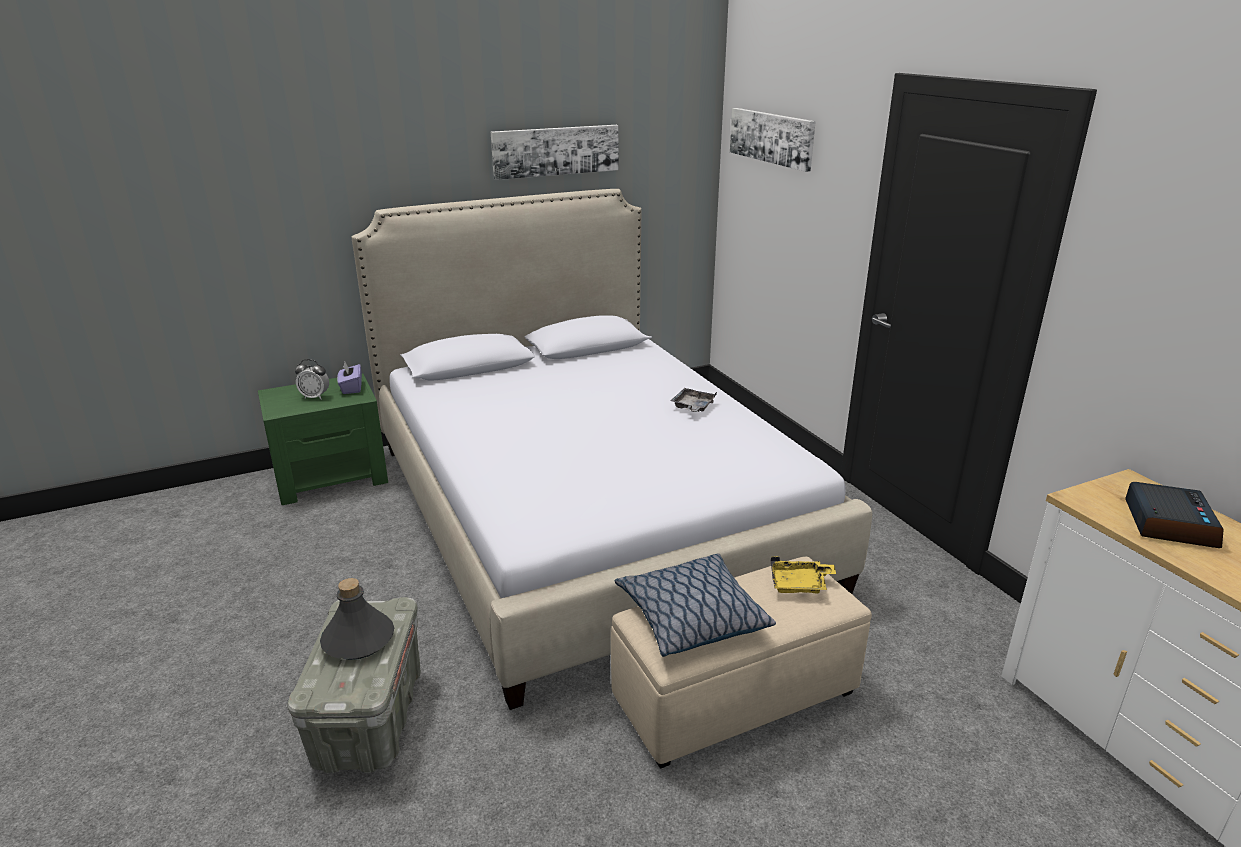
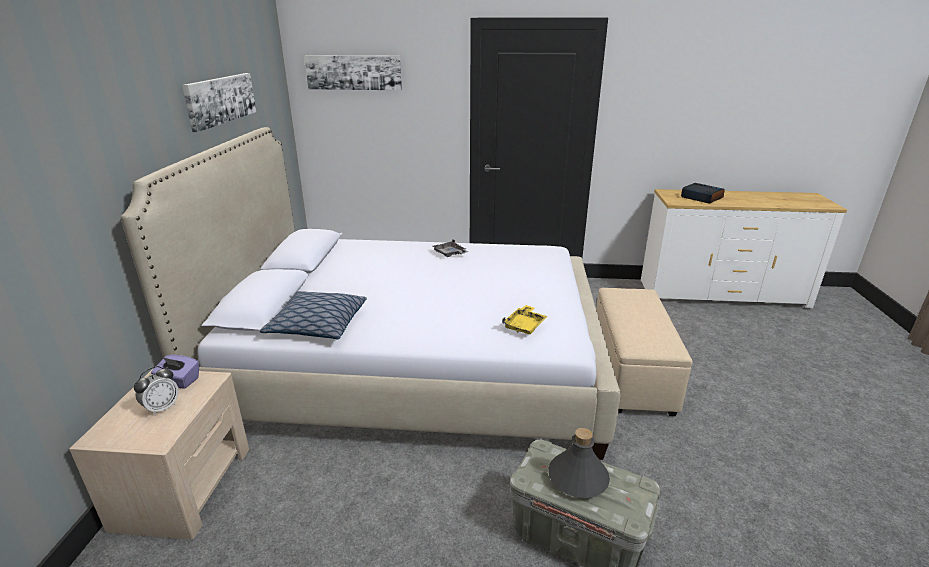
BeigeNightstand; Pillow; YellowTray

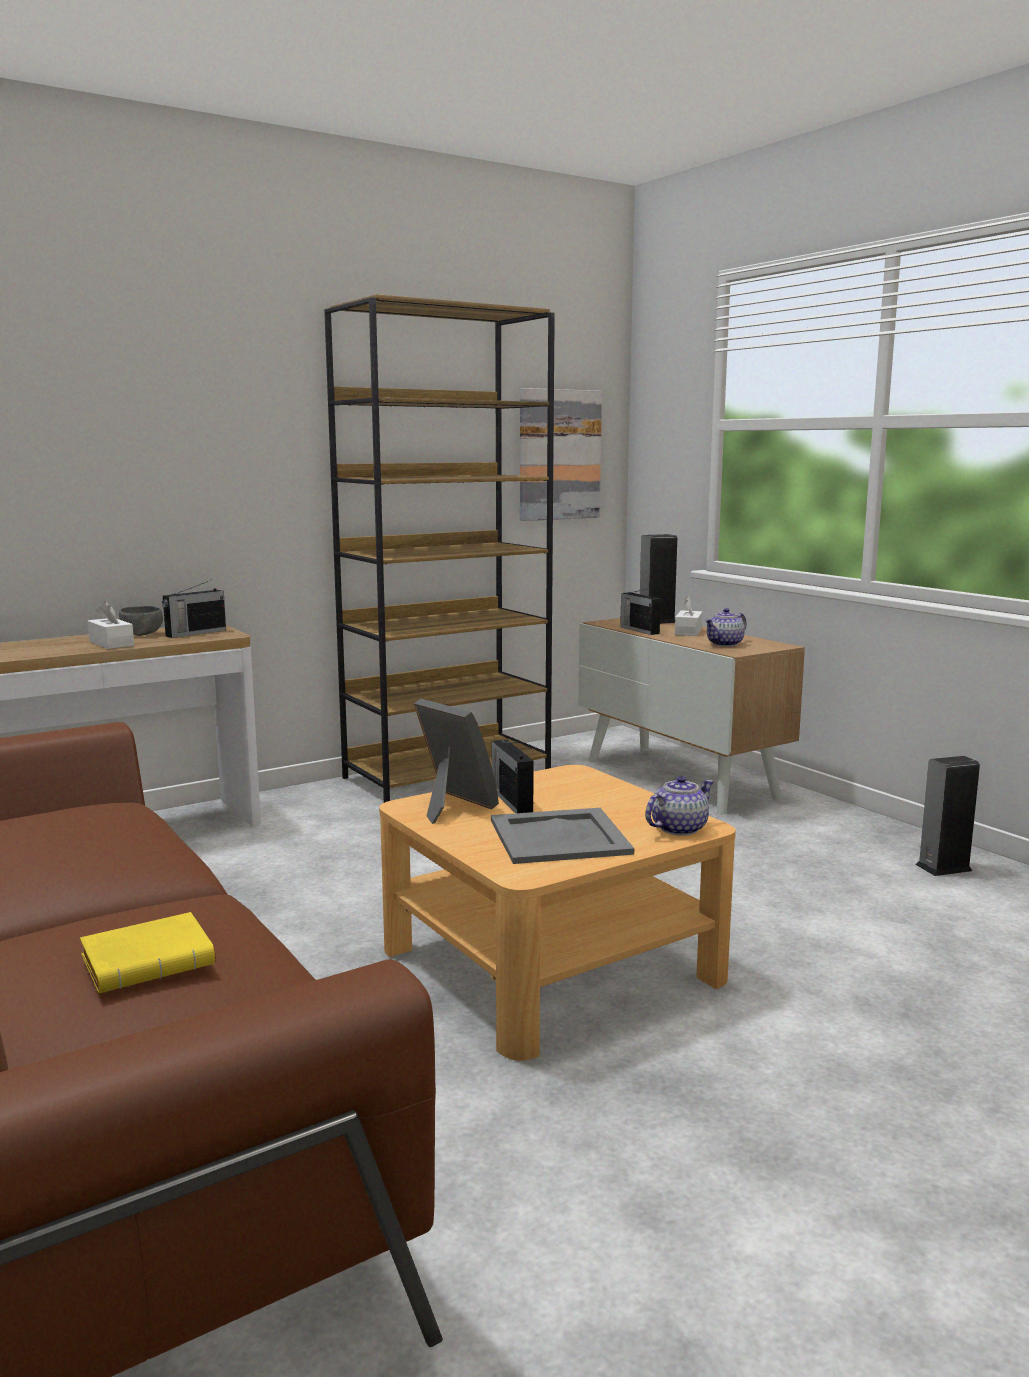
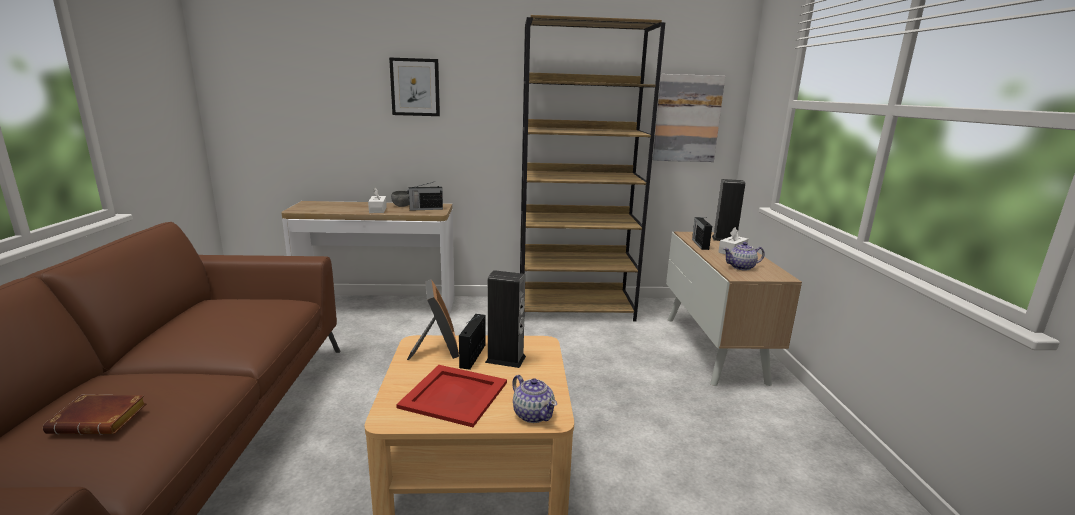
BrownBook; RedTray; Teapot (1st from left); Speaker (1st from left); Picture (1st from left)

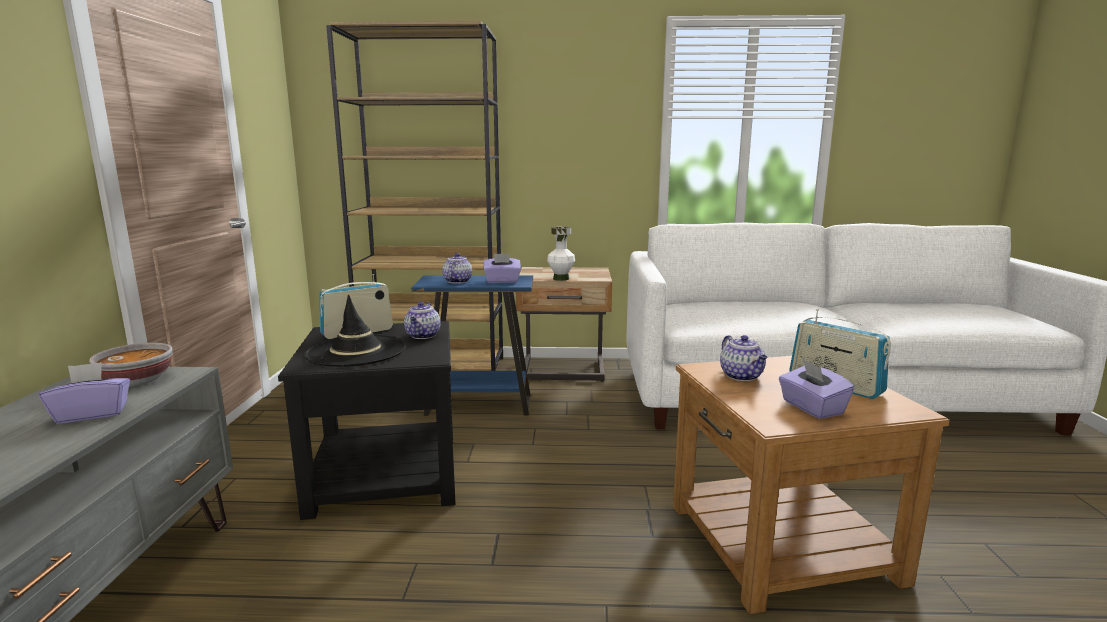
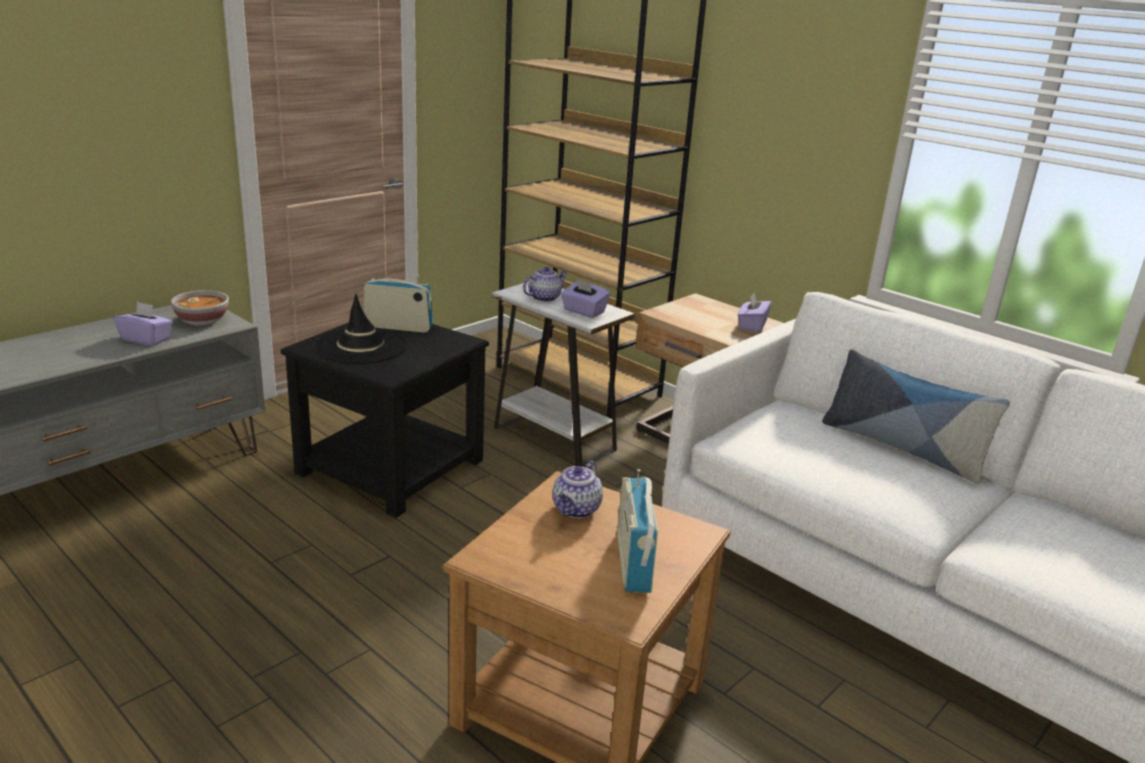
Teapot (1st from left in the first image); WhiteSideTable; WhiteVase; PurpleTissueBox (3rd from left); Pillow

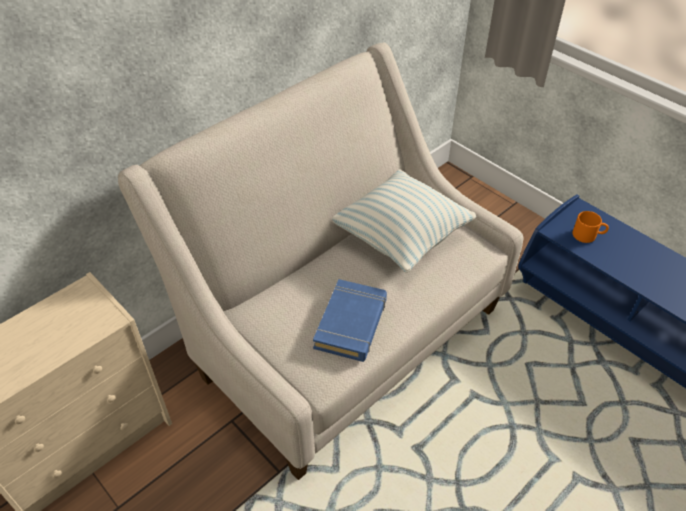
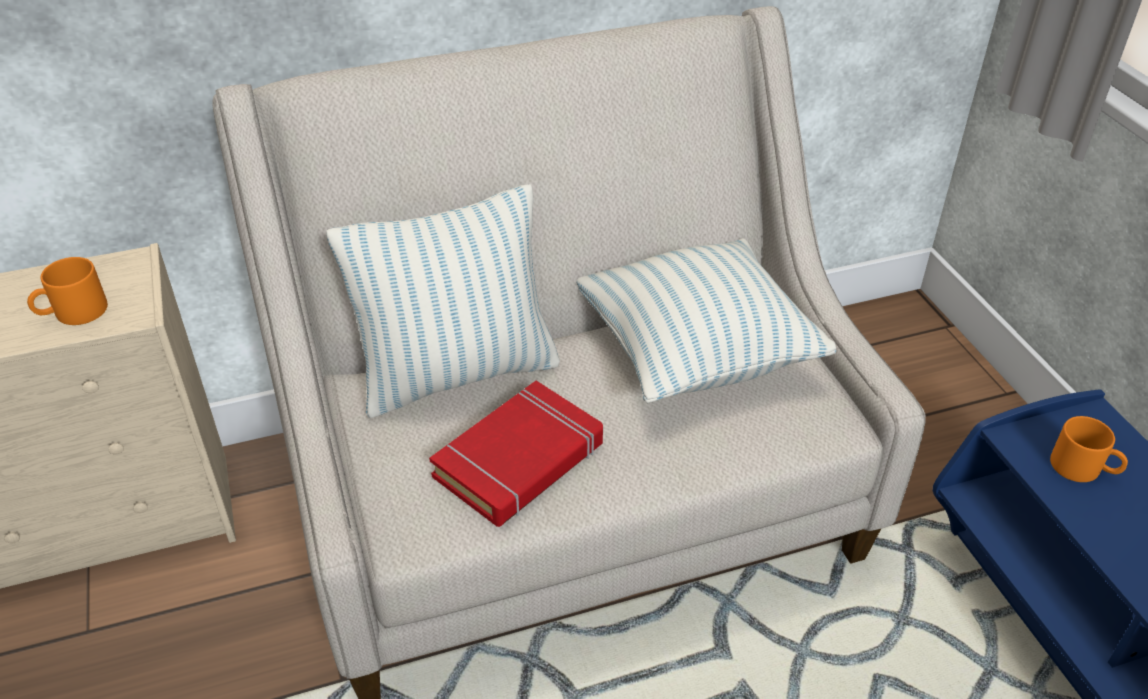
RedBook; OrangeMug (1st from left); Pillow (1st from left)

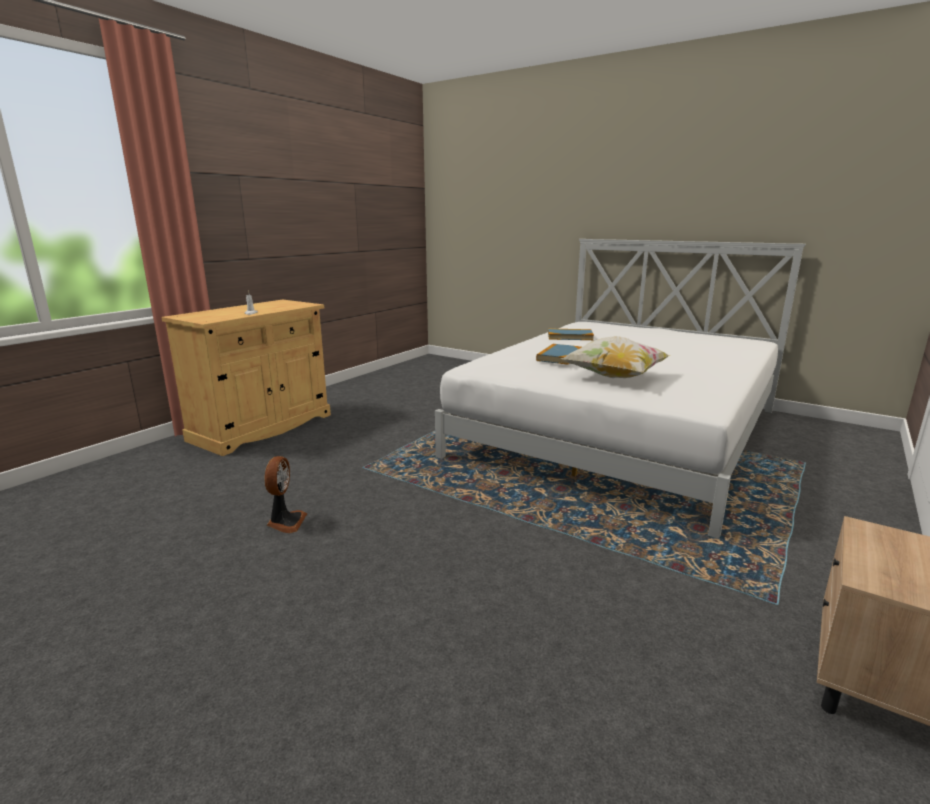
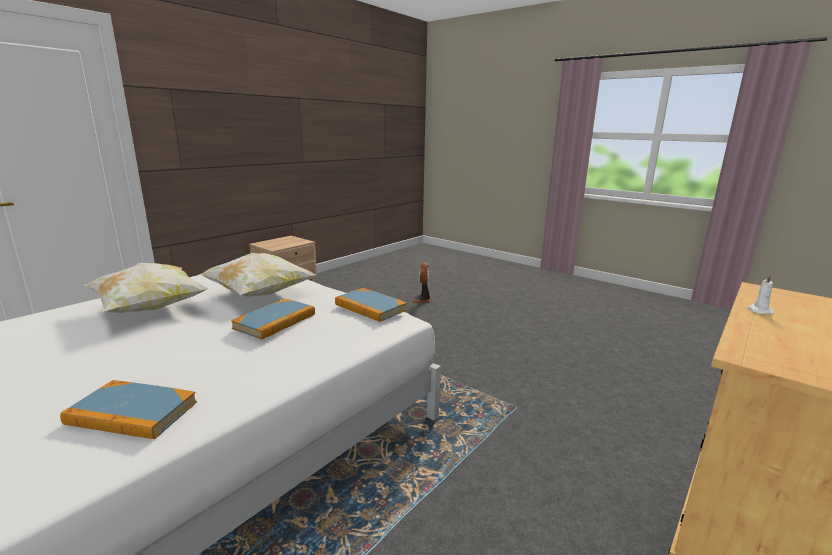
Fan; Pillow (1st from left); Book (3rd from left)

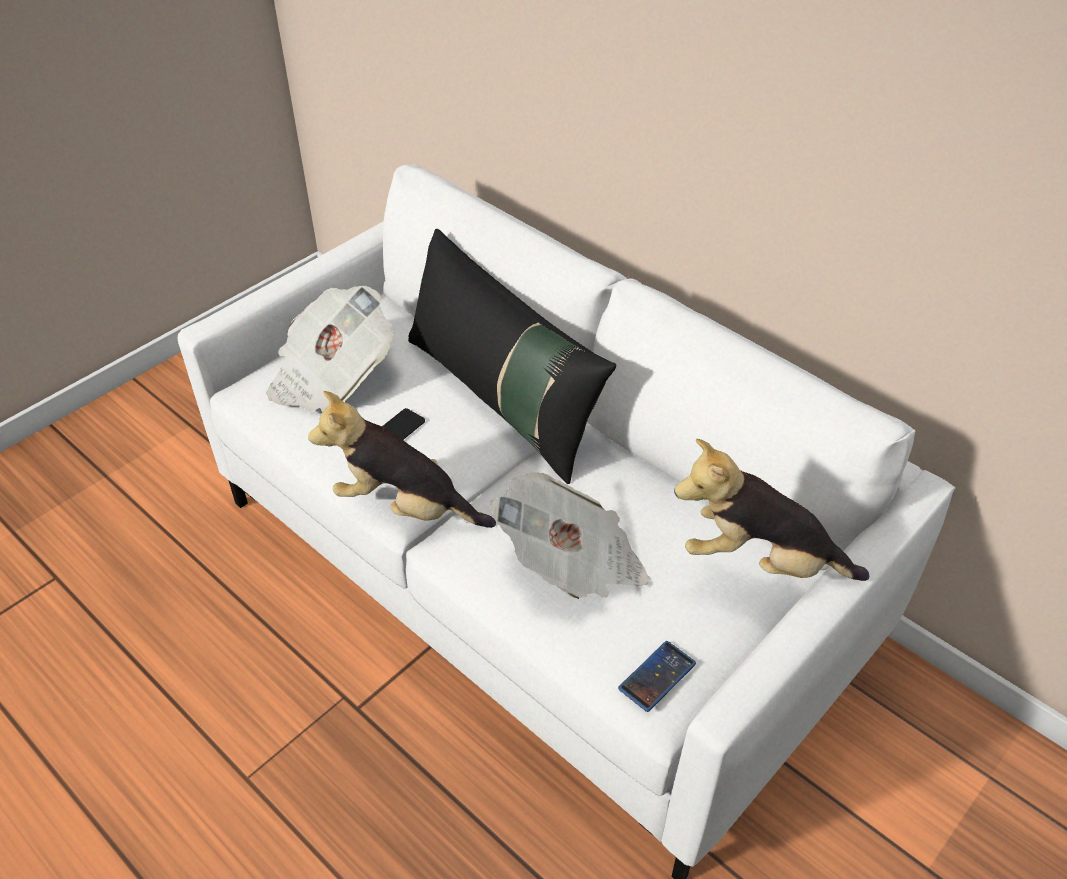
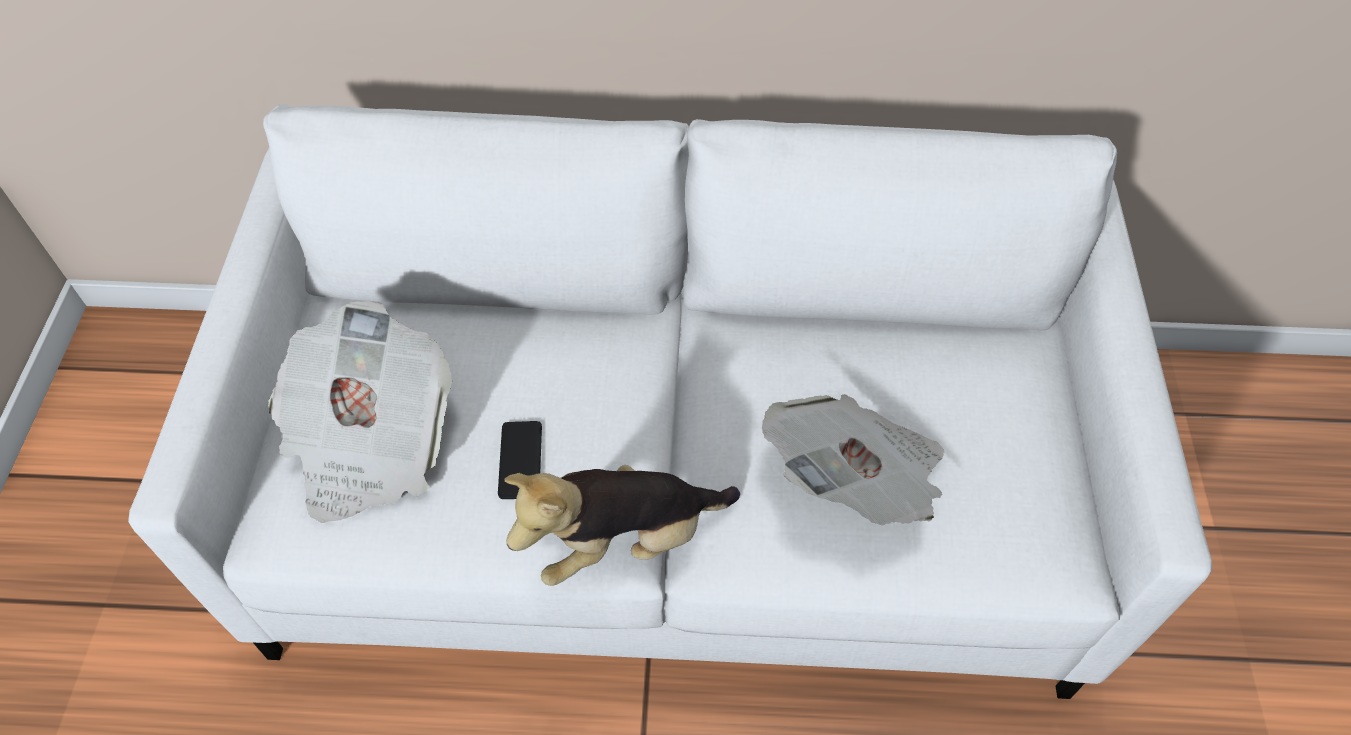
BlackPillow; Phone (2nd from left in the first image); PlushToy (2nd from left in the first image)

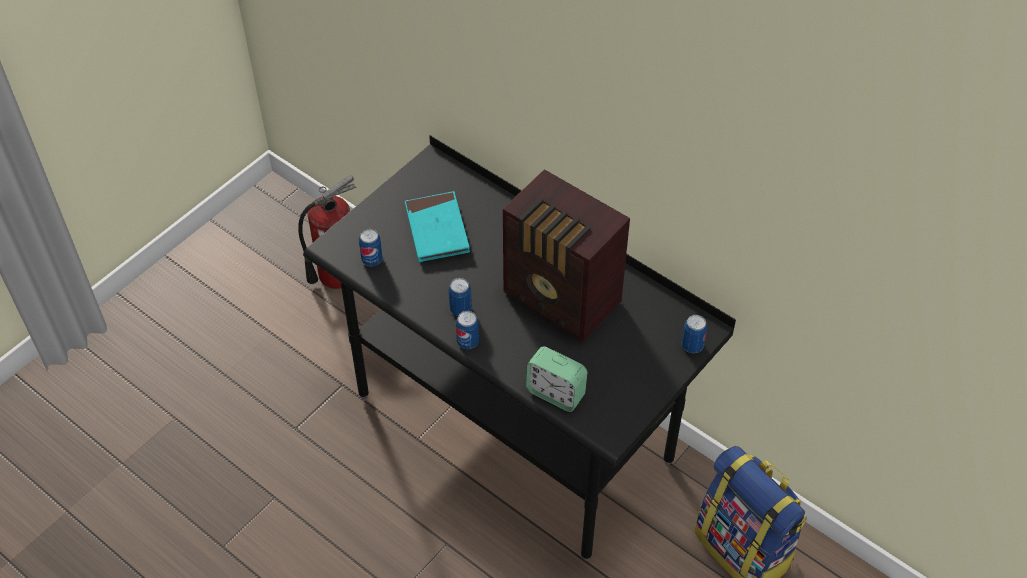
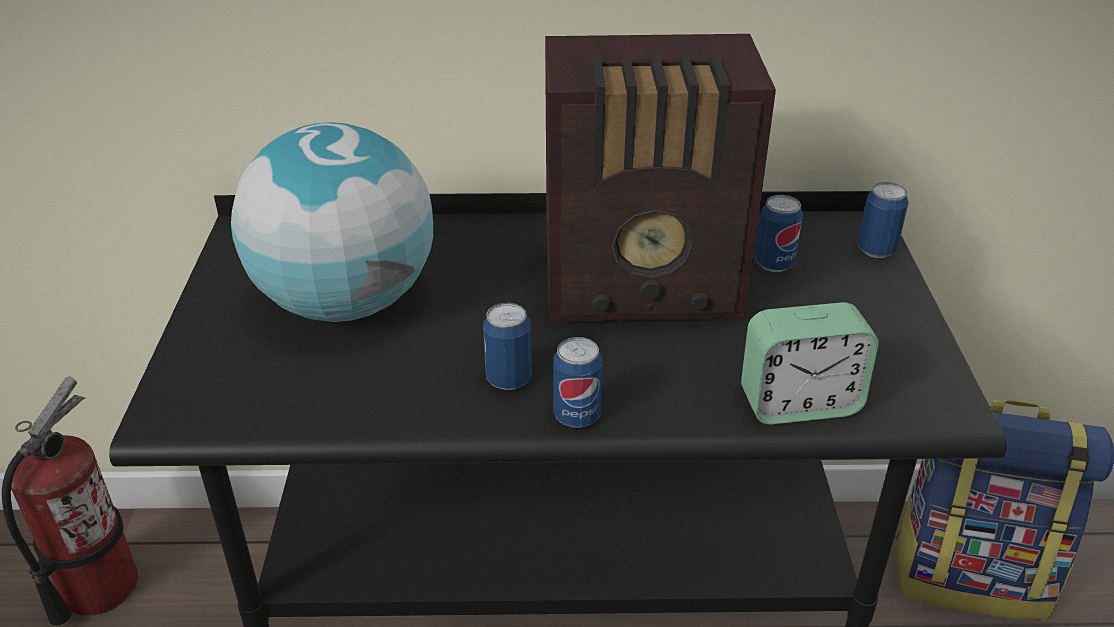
Can (3rd from left); Globe

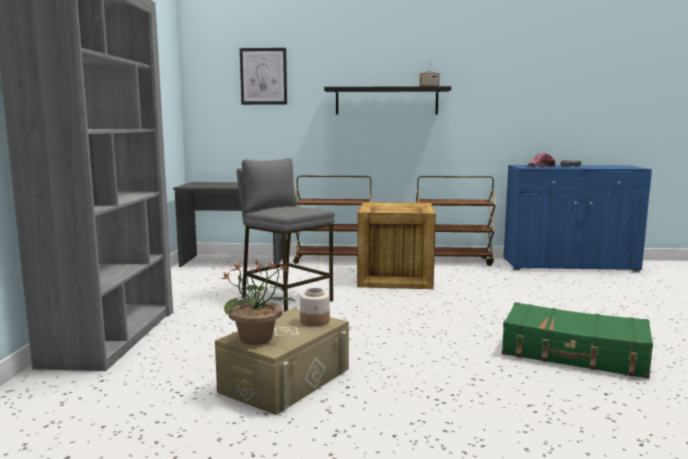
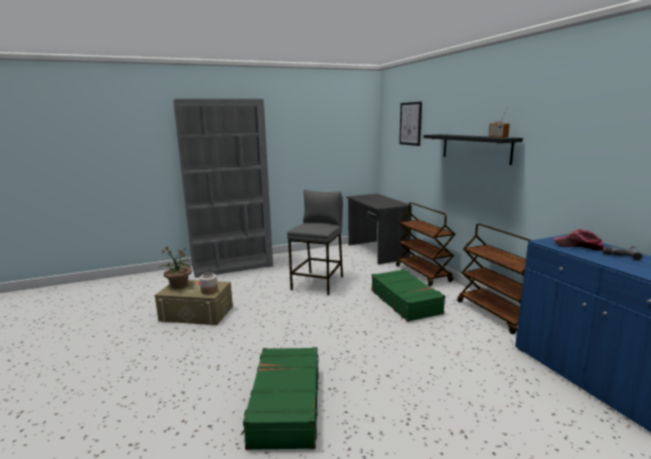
GreenSuitcase (2nd from left)

